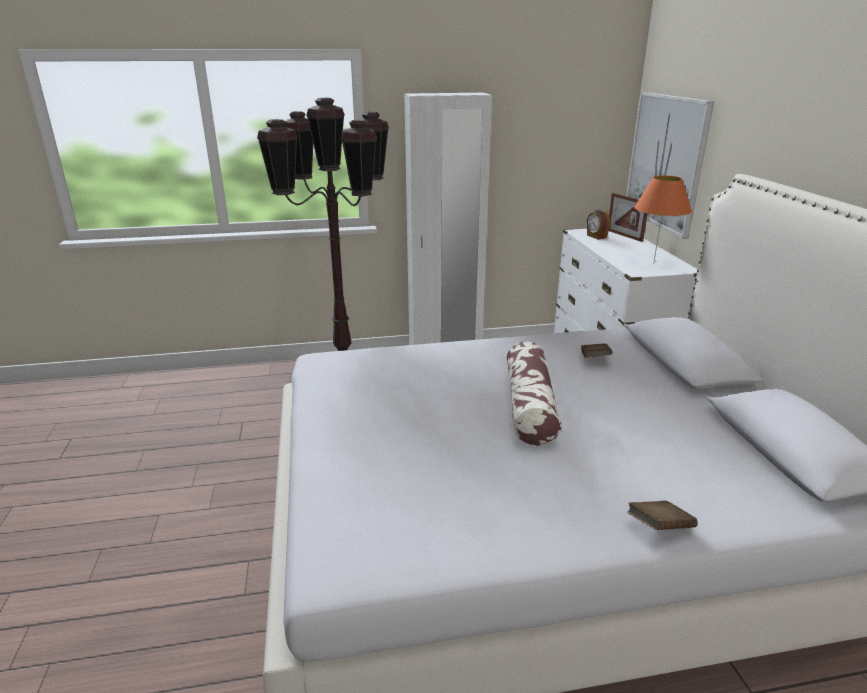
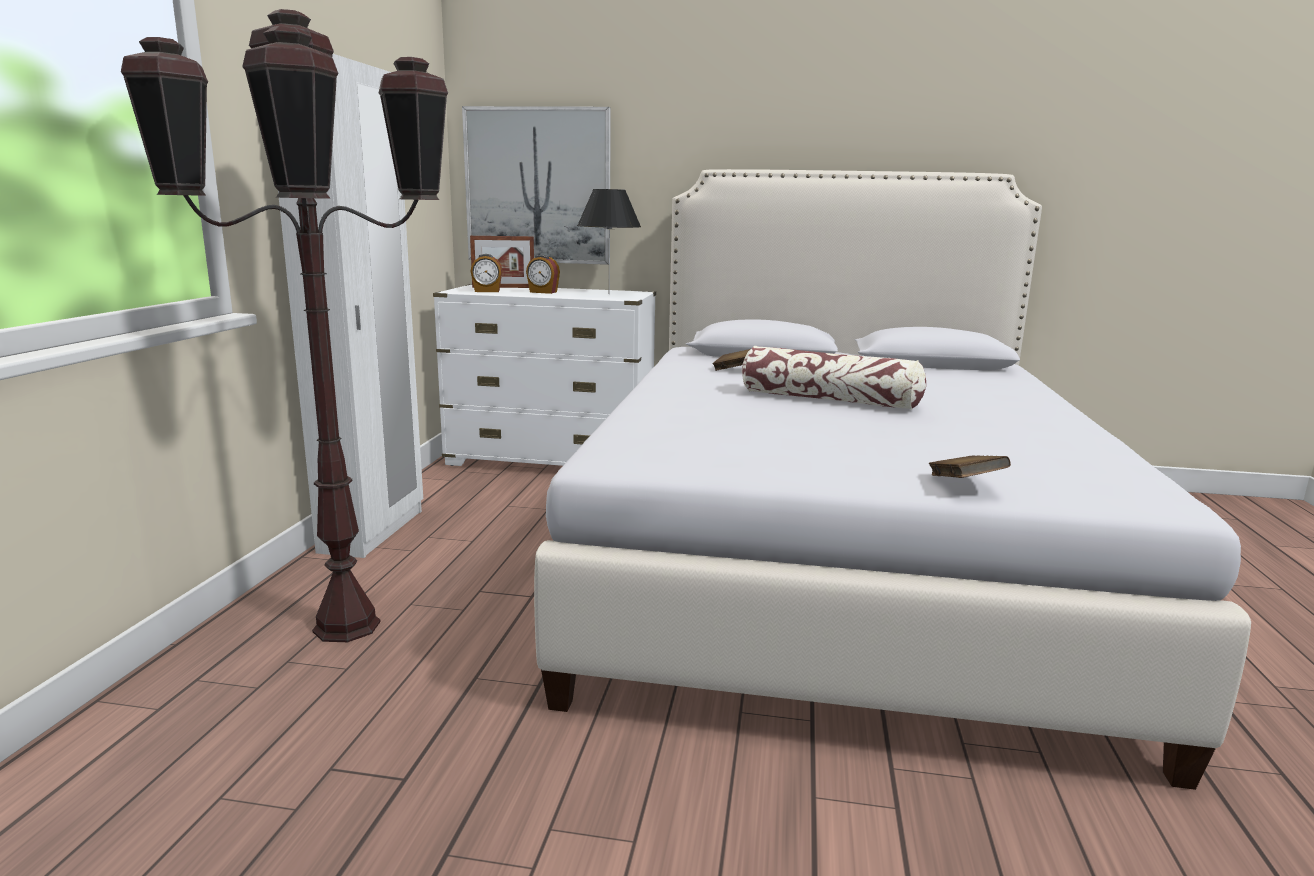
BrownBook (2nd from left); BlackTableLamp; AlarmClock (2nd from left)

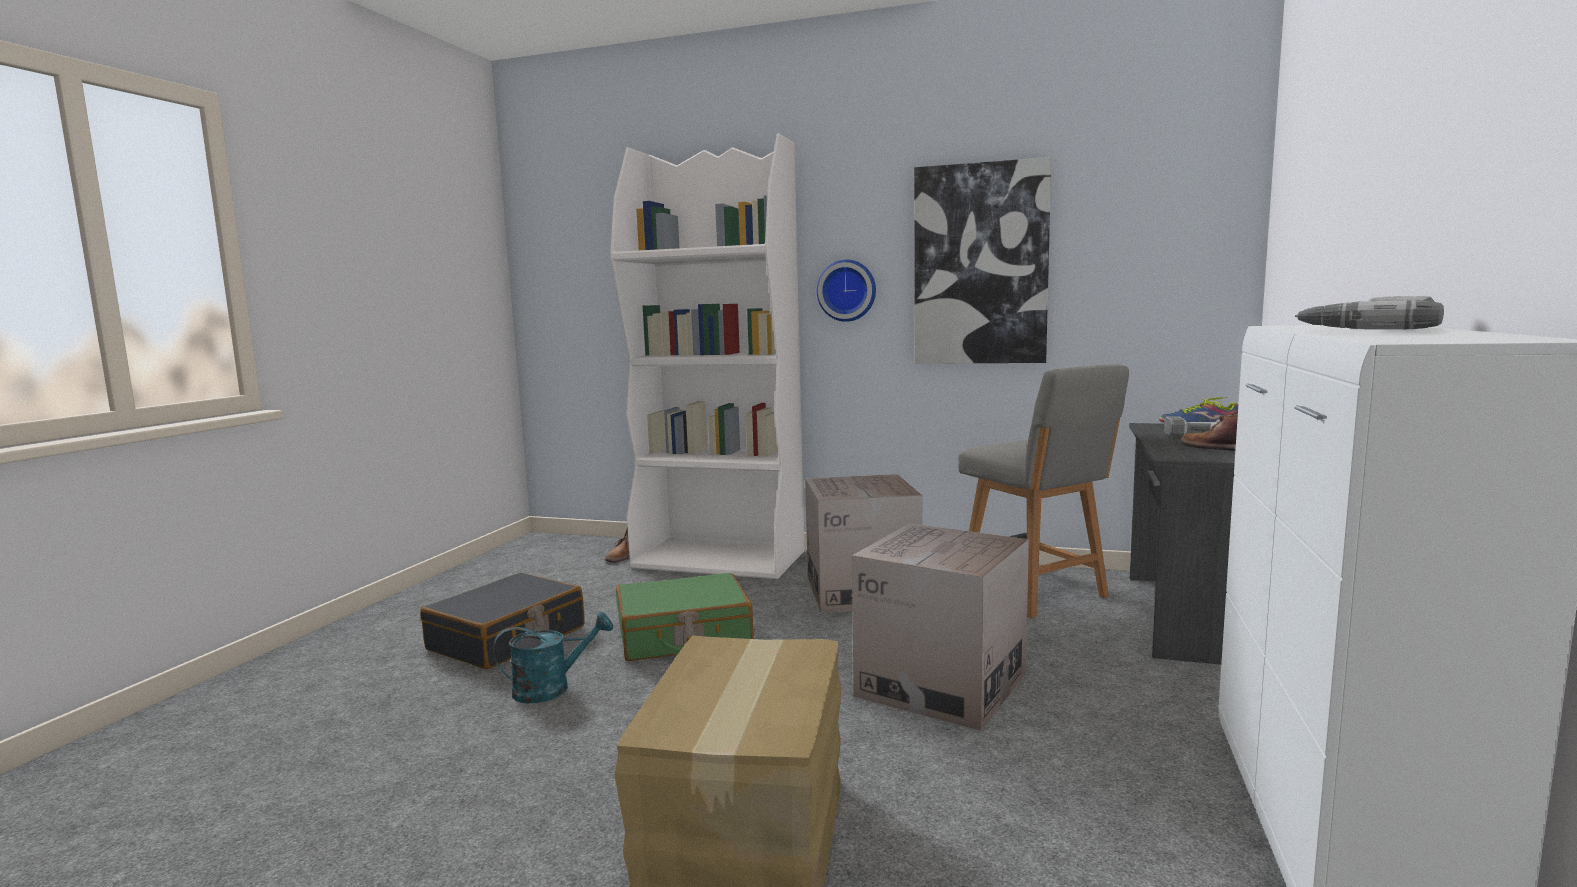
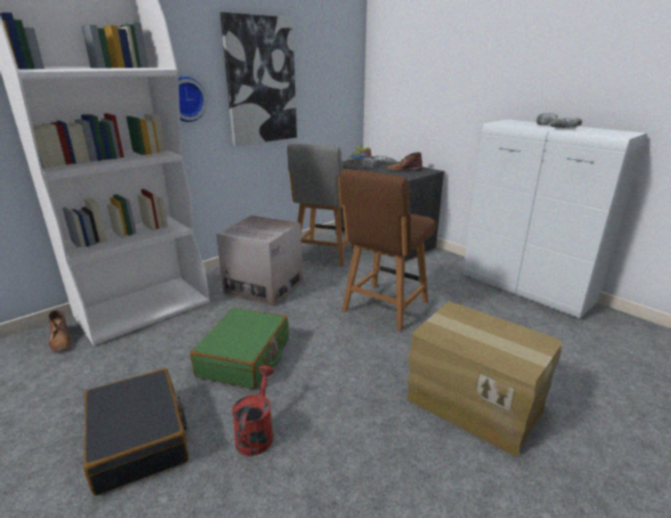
RedWateringCan; BrownChair; GreyChair

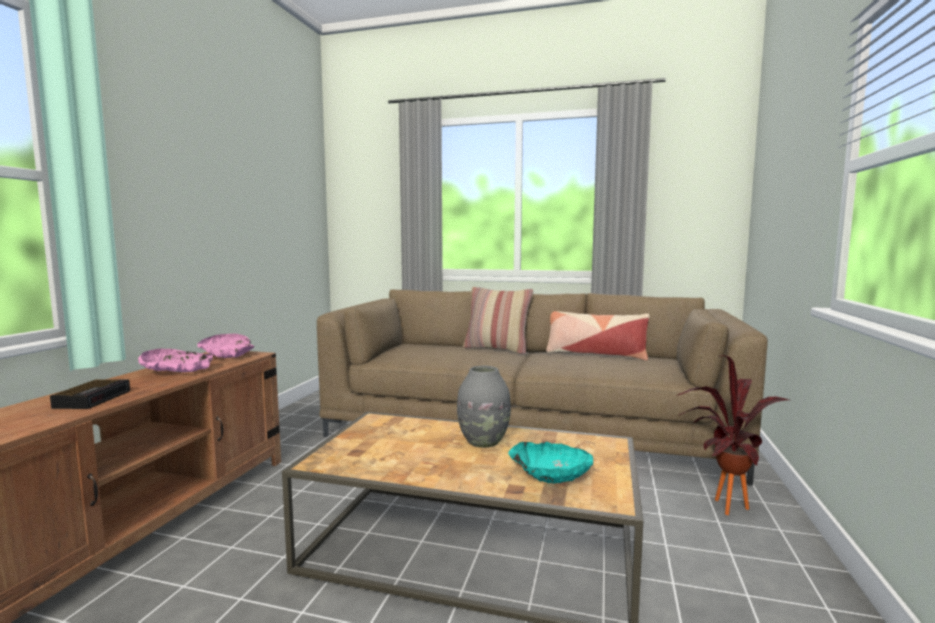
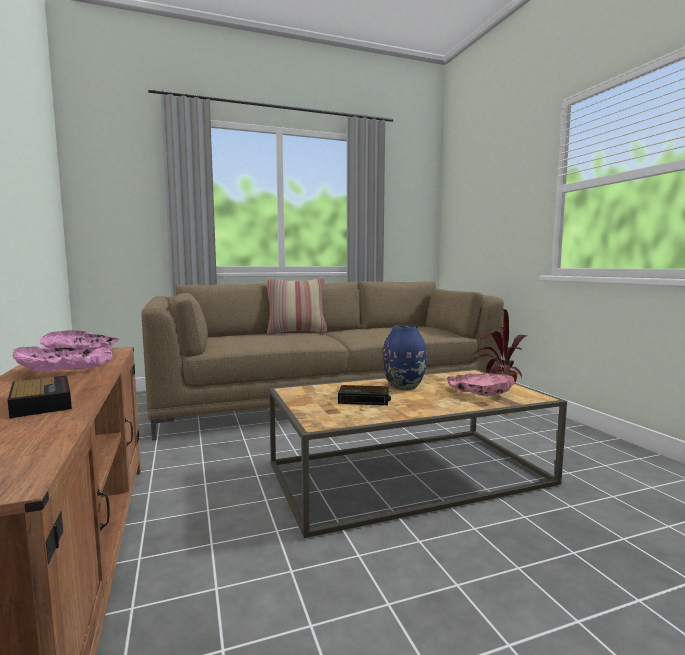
BlueVase; PinkBowl (3rd from left); Pillow (2nd from left in the first image); AlarmClock (2nd from left)

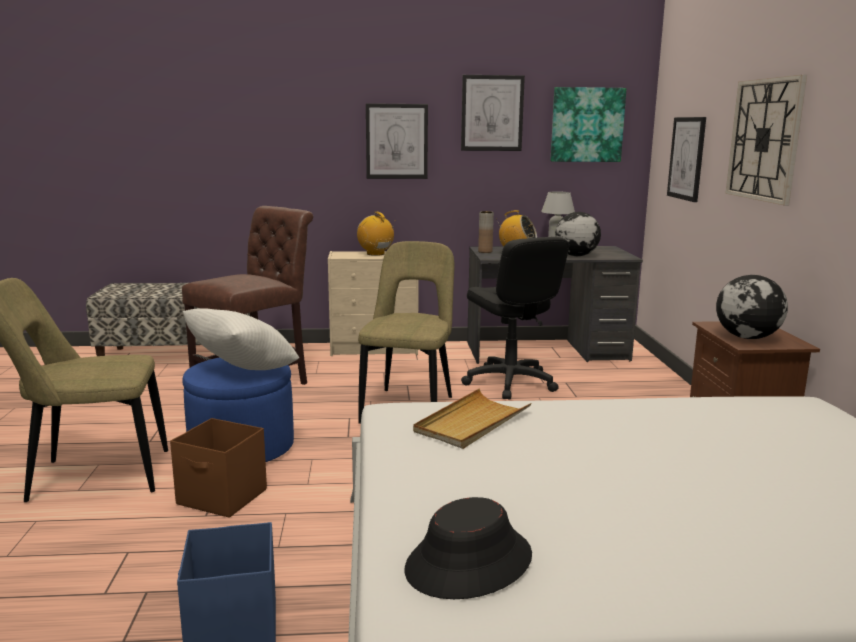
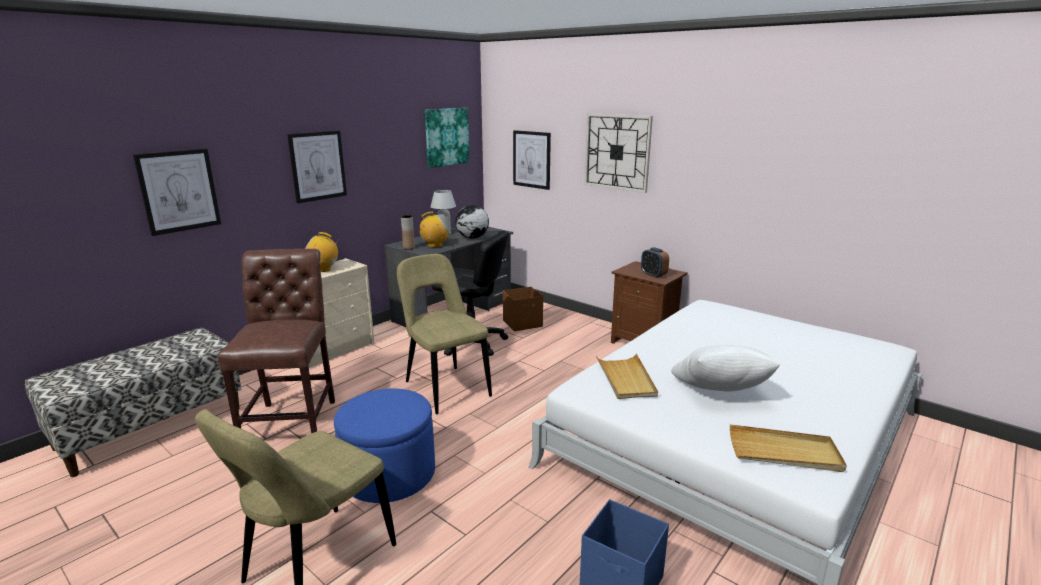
BrownStorageBox; WhitePillow; BeigeTray (2nd from left); Picture (1st from left); AlarmClock

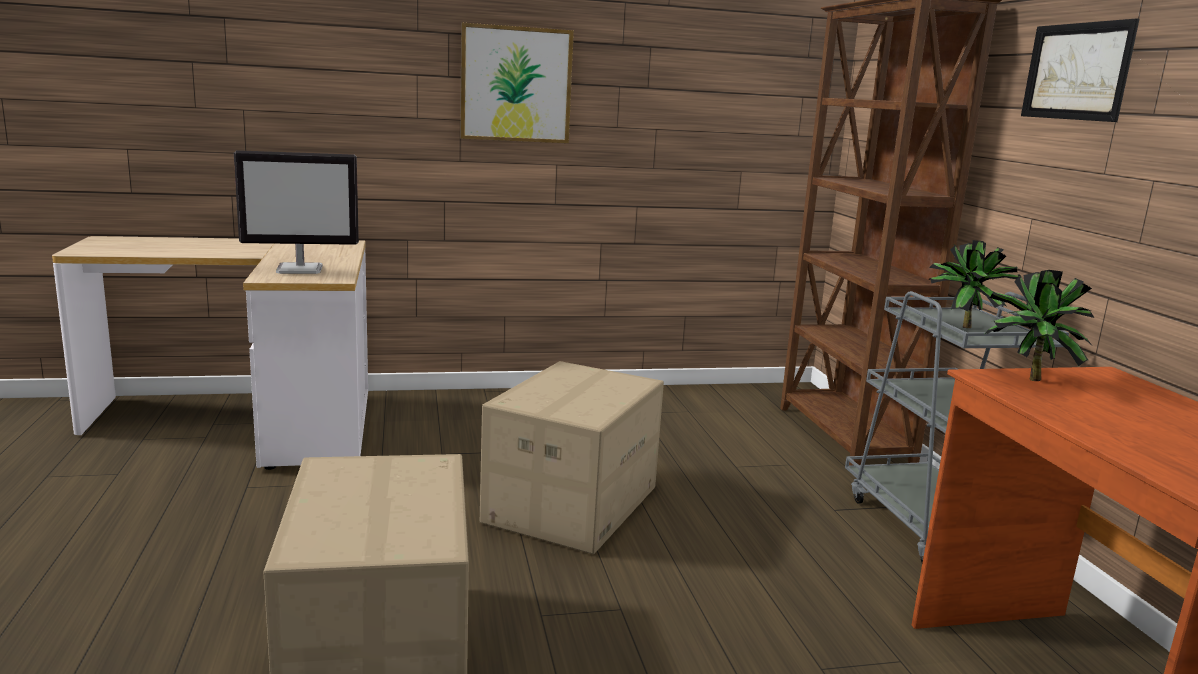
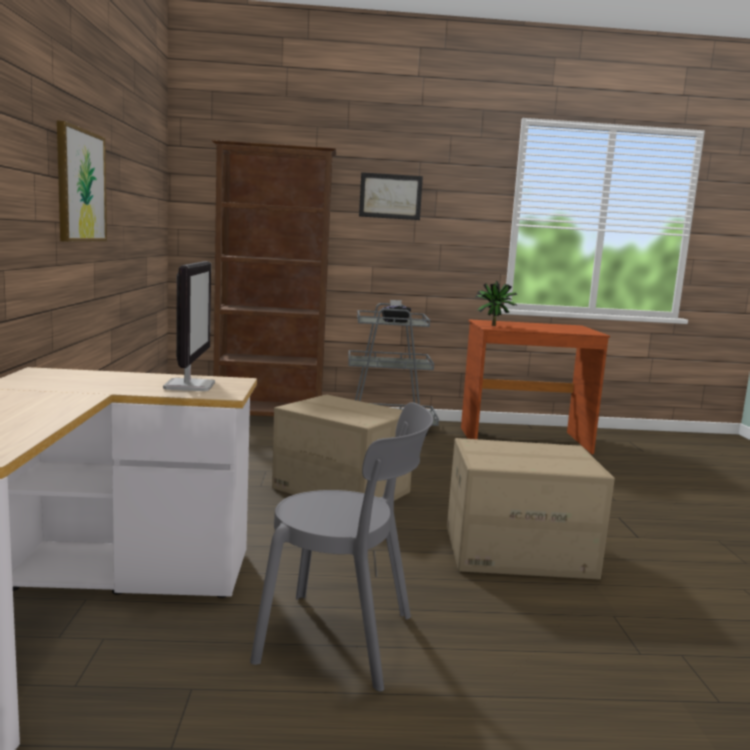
BlackTissueBox; GreyChair

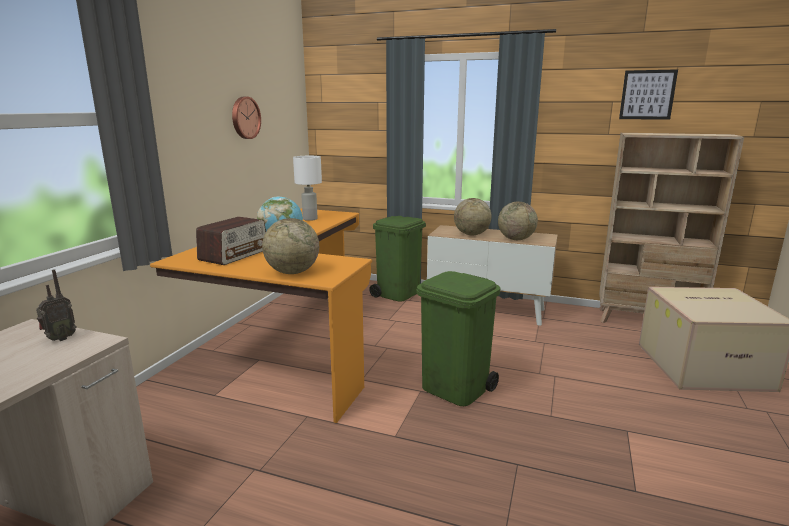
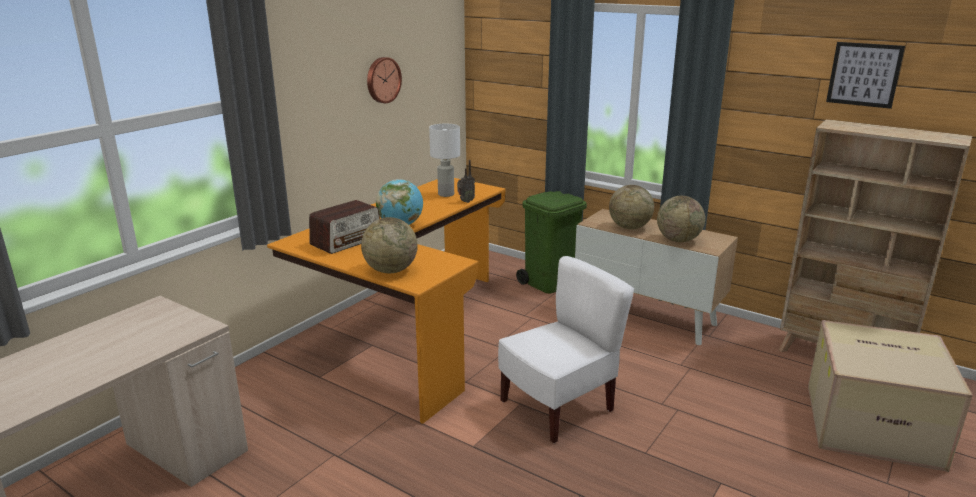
Radio (2nd from left); WhiteChair

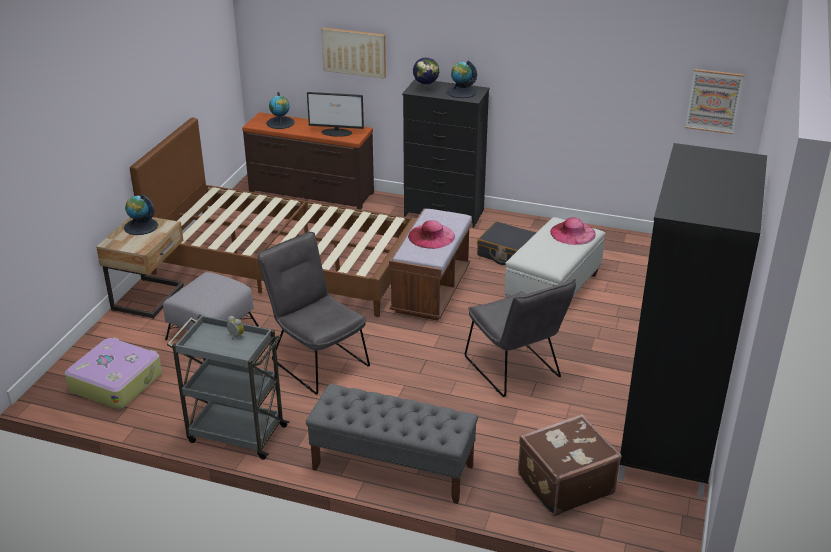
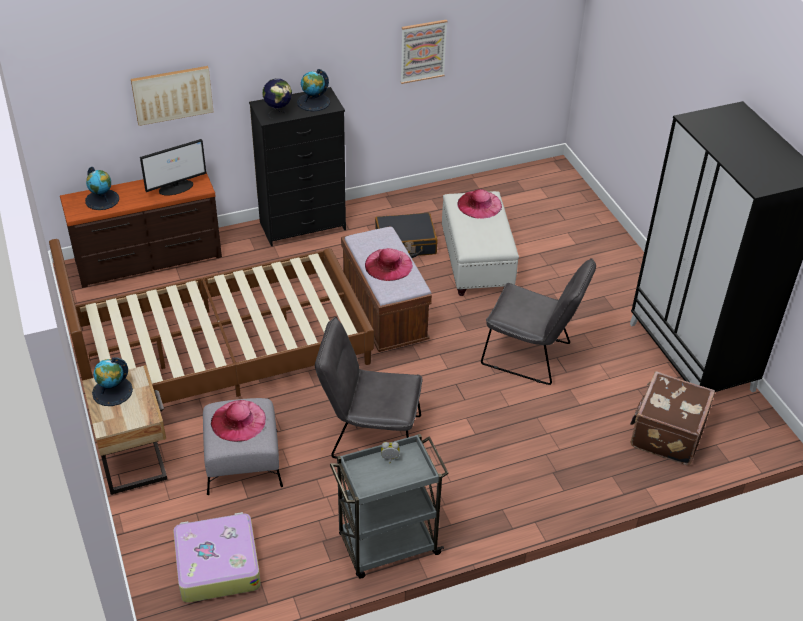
GreyBench; Picture (2nd from left); PinkHat (1st from left)

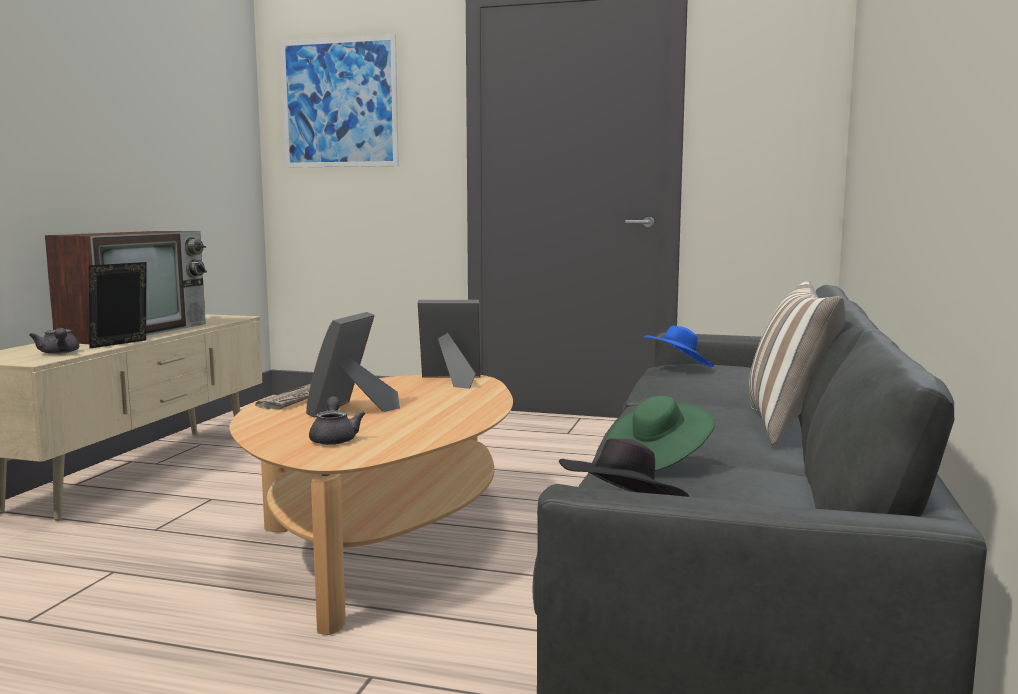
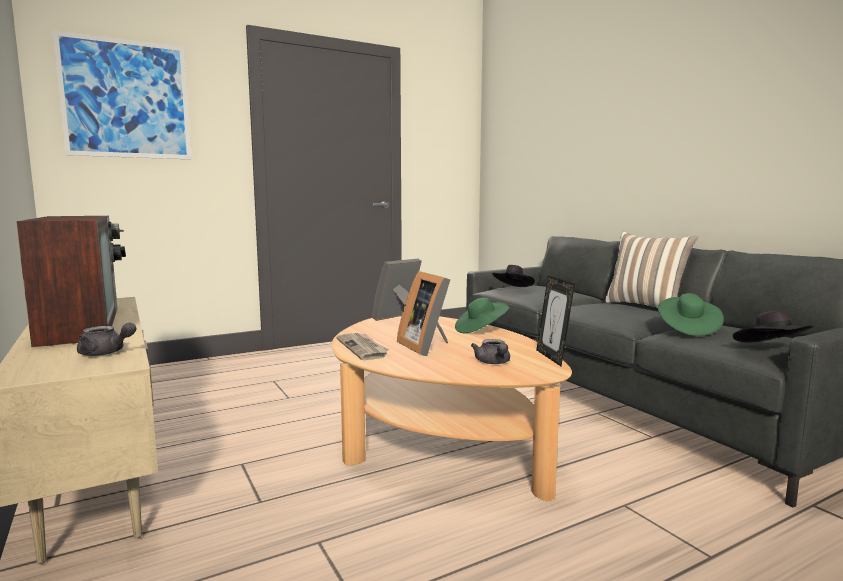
PictureFrame (3rd from left); GreyTeapot (2nd from left); BlackHat (1st from left); GreenHat (1st from left)

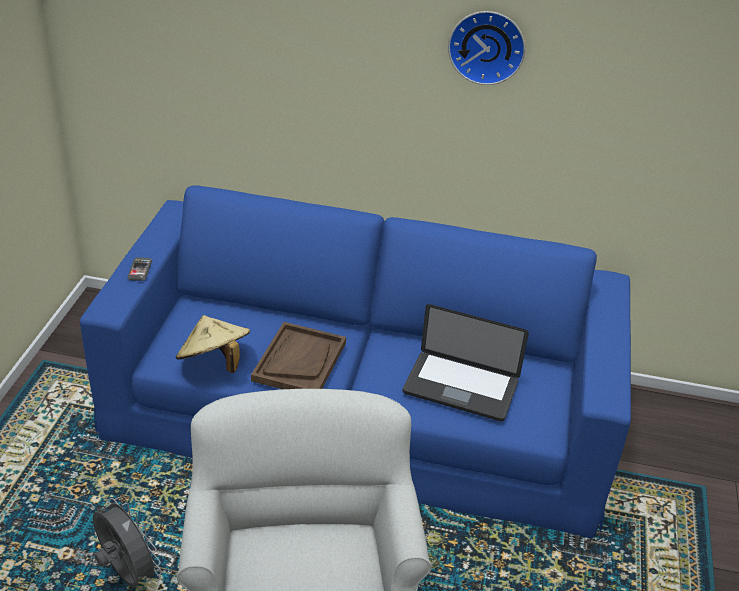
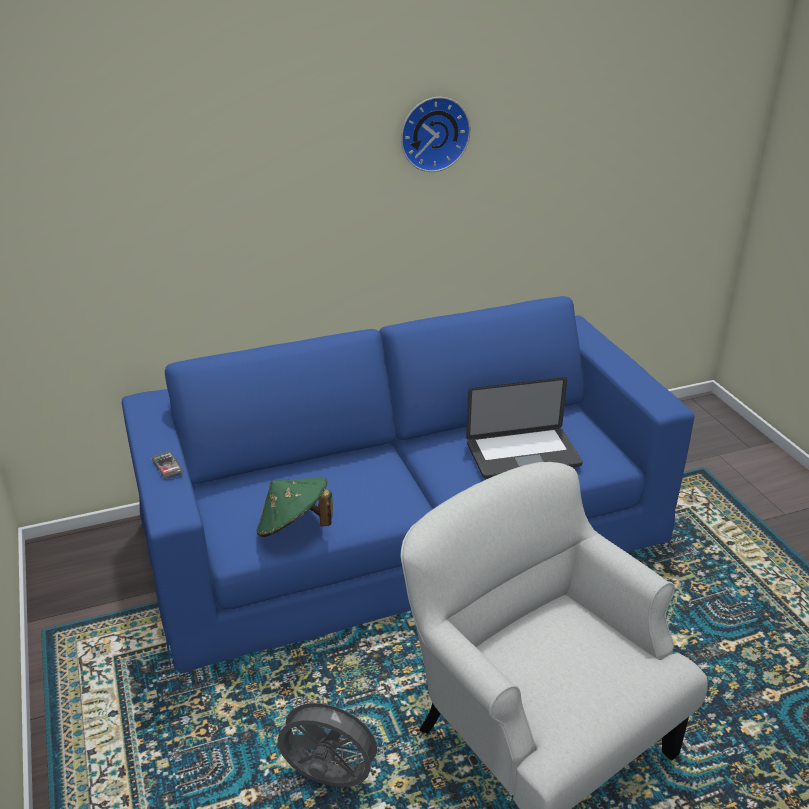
GreenHat; BrownTray

